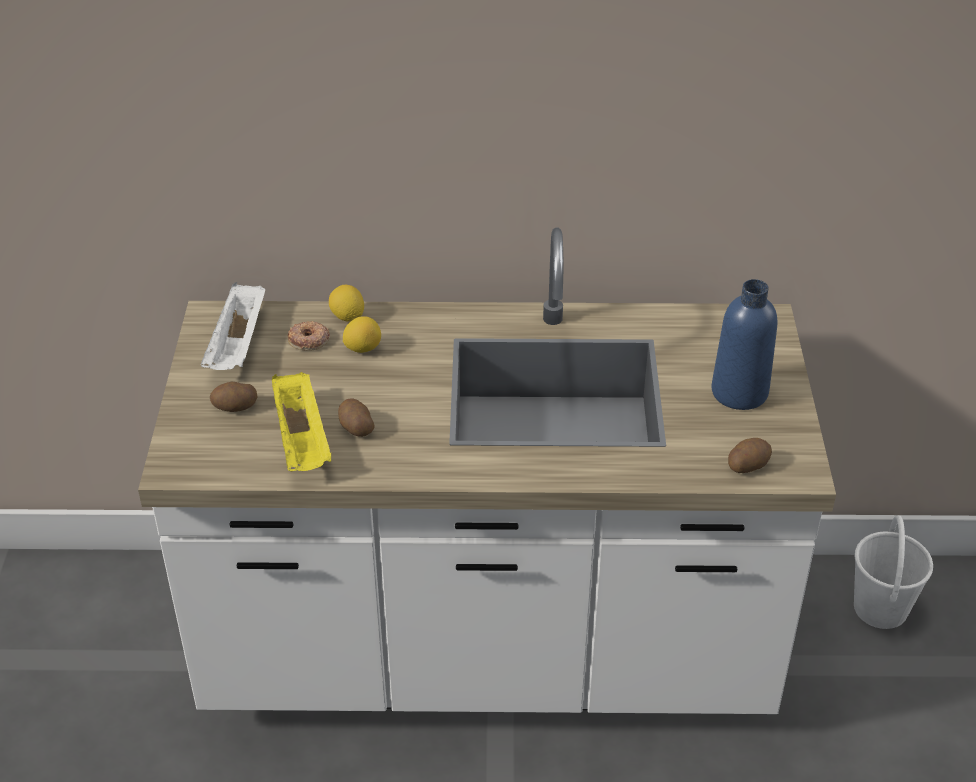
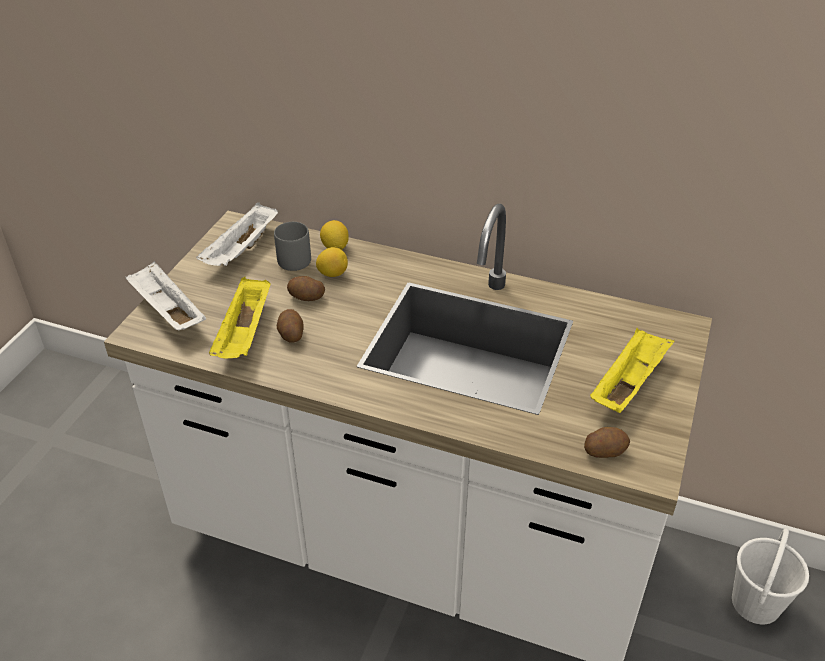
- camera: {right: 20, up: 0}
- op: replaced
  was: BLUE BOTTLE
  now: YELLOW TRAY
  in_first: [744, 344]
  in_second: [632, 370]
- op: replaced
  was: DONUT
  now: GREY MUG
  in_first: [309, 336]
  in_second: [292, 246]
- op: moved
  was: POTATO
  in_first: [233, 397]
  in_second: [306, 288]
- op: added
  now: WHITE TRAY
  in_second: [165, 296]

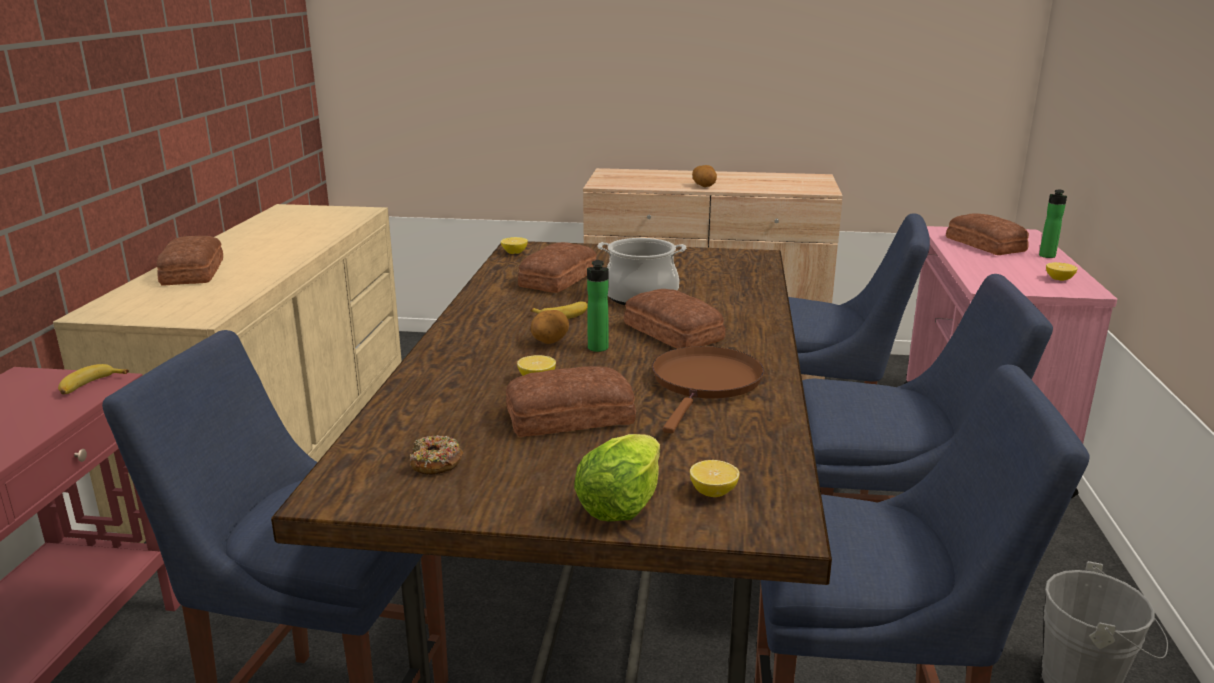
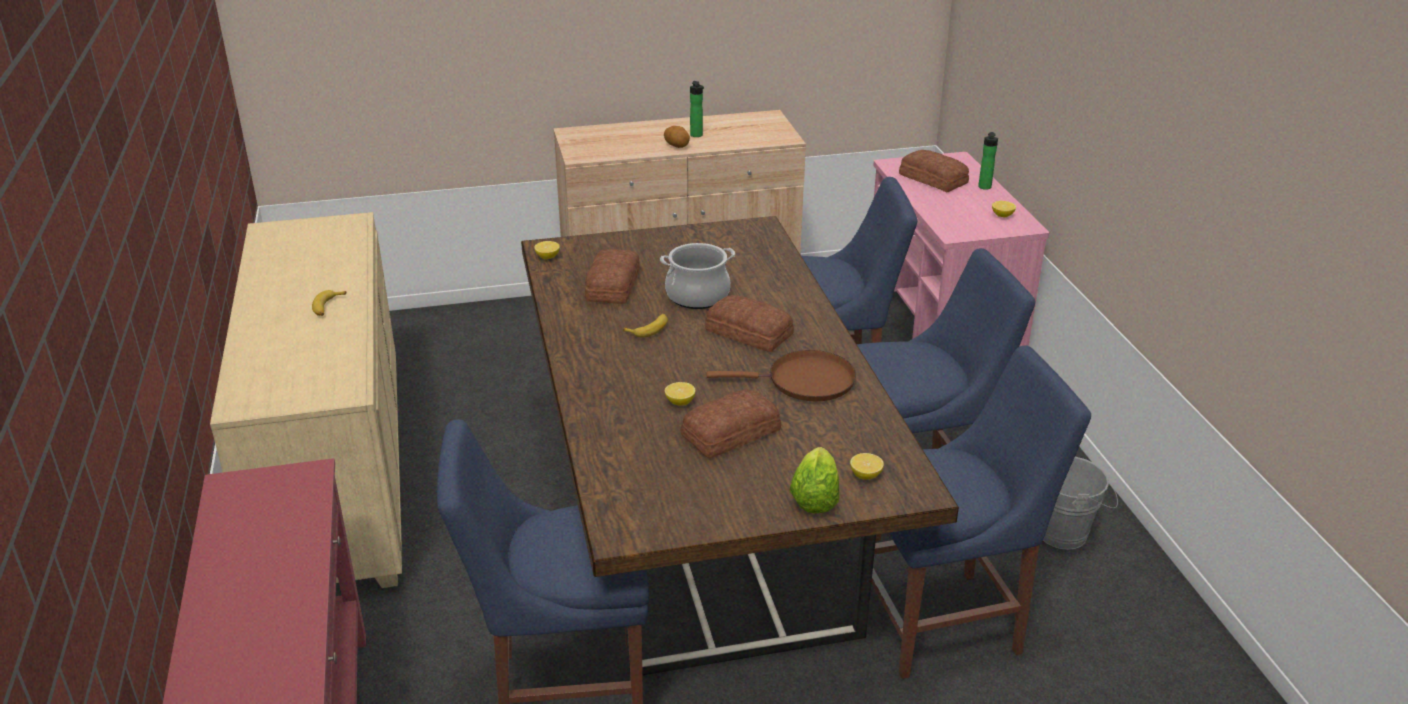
- camera: {right: -20, up: 10}
- op: removed
  was: BREAD
  in_first: [190, 260]
- op: moved
  was: BOTTLE
  in_first: [597, 306]
  in_second: [697, 109]
- op: removed
  was: POTATO
  in_first: [550, 327]
- op: turned
  was: BROWN FRYING PAN
  in_first: [708, 390]
  in_second: [781, 375]
  clockwise: 90
- op: moved
  was: BANANA
  in_first: [93, 379]
  in_second: [329, 303]
- op: removed
  was: DONUT
  in_first: [437, 455]

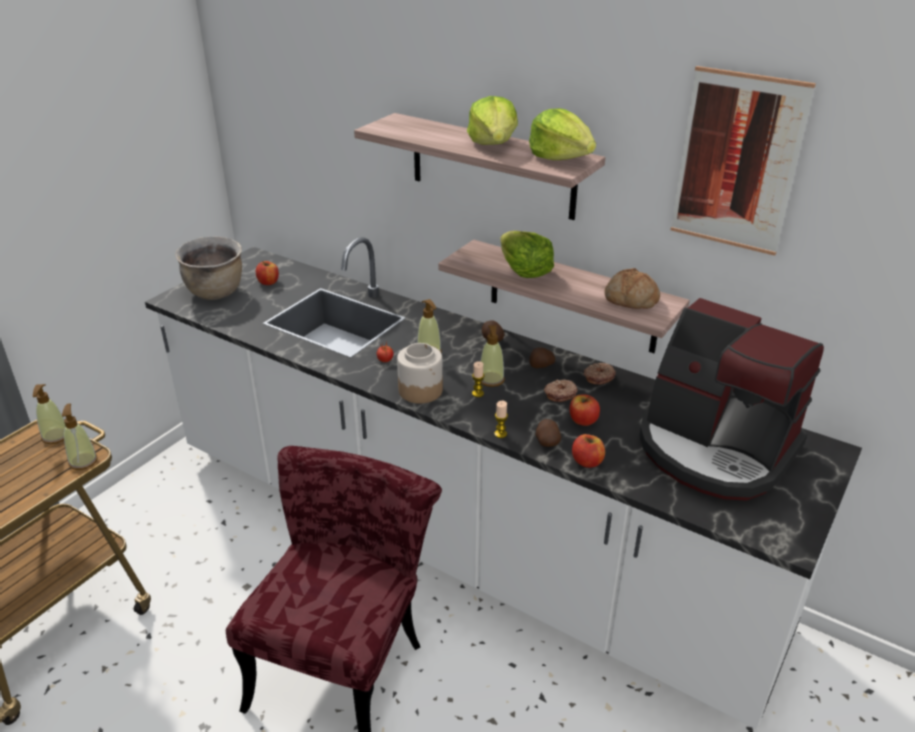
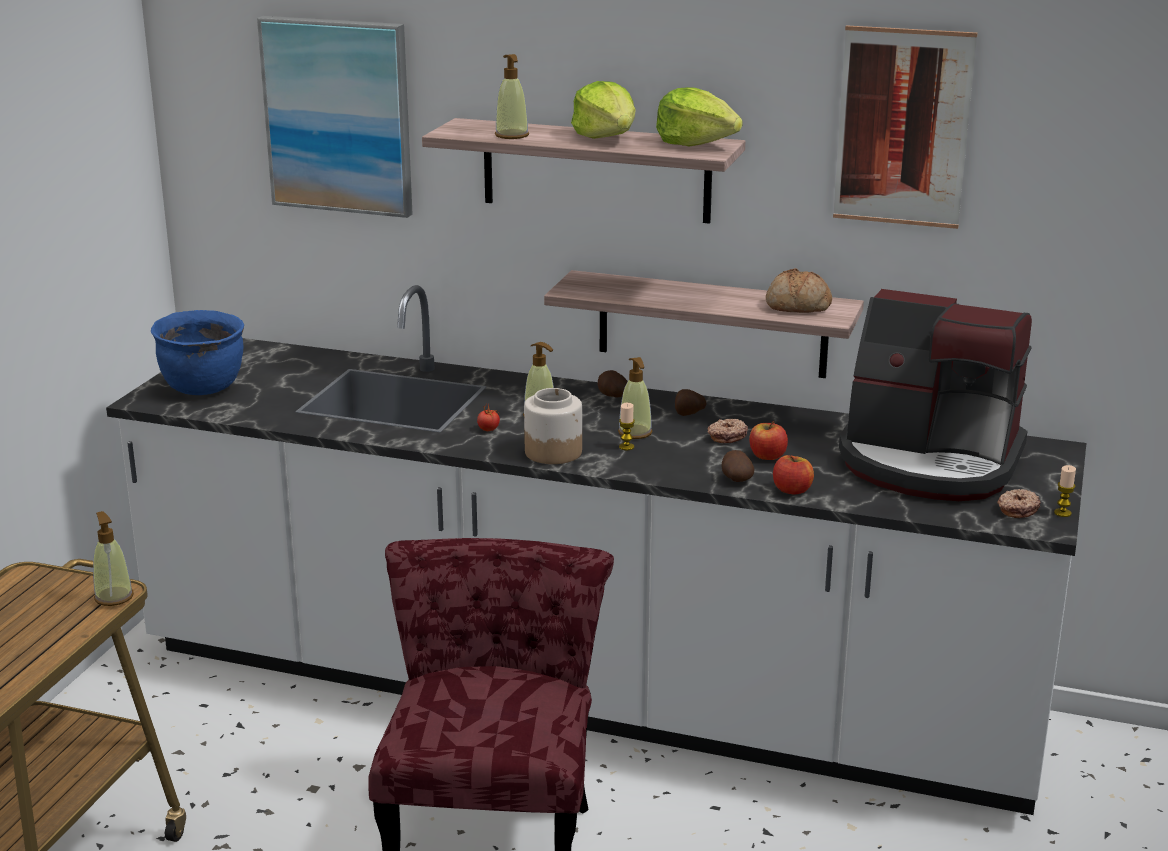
- camera: {right: -15, up: -10}
- op: removed
  was: LETTUCE
  in_first: [527, 254]
- op: recoloured
  was: BROWN COOKING POT
  now: BLUE COOKING POT
  in_first: [208, 268]
  in_second: [197, 352]
- op: removed
  was: APPLE
  in_first: [267, 273]
- op: moved
  was: DONUT
  in_first: [600, 374]
  in_second: [1019, 503]
- op: moved
  was: SOAP DISPENSER
  in_first: [49, 414]
  in_second: [512, 96]
- op: moved
  was: CANDLE
  in_first: [501, 419]
  in_second: [1065, 491]
- op: added
  now: PICTURE
  in_second: [335, 117]

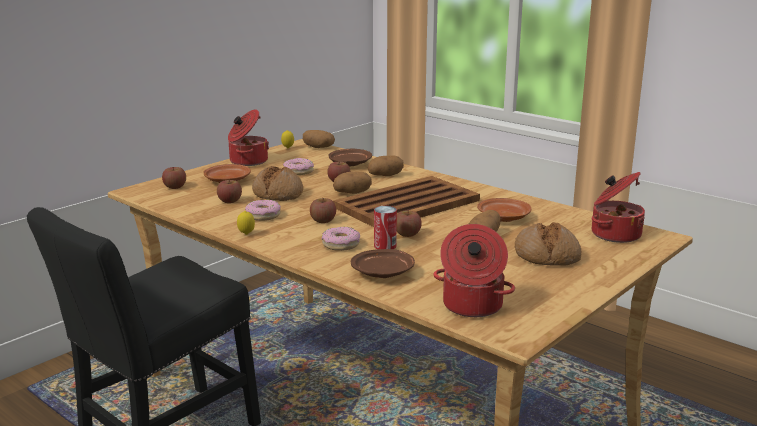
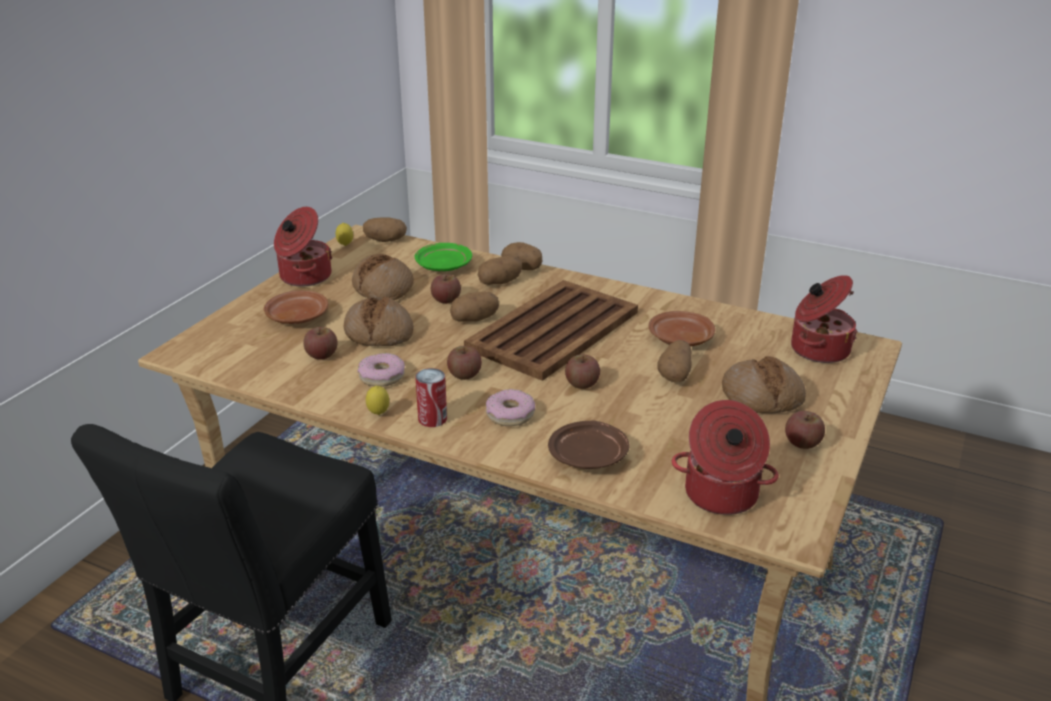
- camera: {right: -15, up: 10}
- op: recoloured
  was: BROWN PLATE
  now: GREEN PLATE
  in_first: [350, 157]
  in_second: [443, 257]
- op: replaced
  was: DONUT
  now: BREAD
  in_first: [298, 166]
  in_second: [383, 277]
- op: moved
  was: APPLE
  in_first: [174, 178]
  in_second: [805, 430]
- op: moved
  was: CAN
  in_first: [385, 227]
  in_second: [431, 397]
- op: added
  now: POTATO
  in_second: [522, 256]

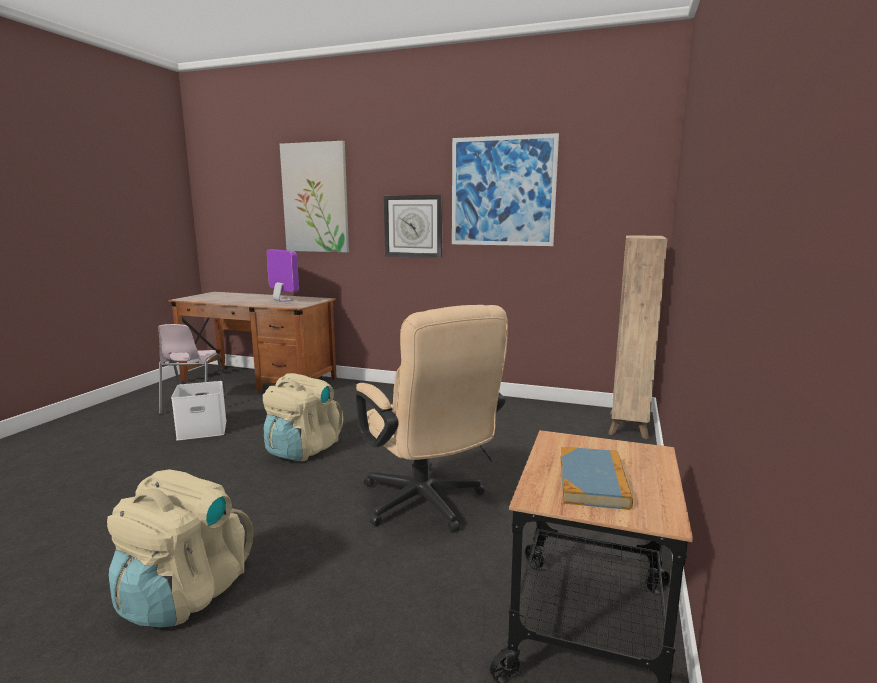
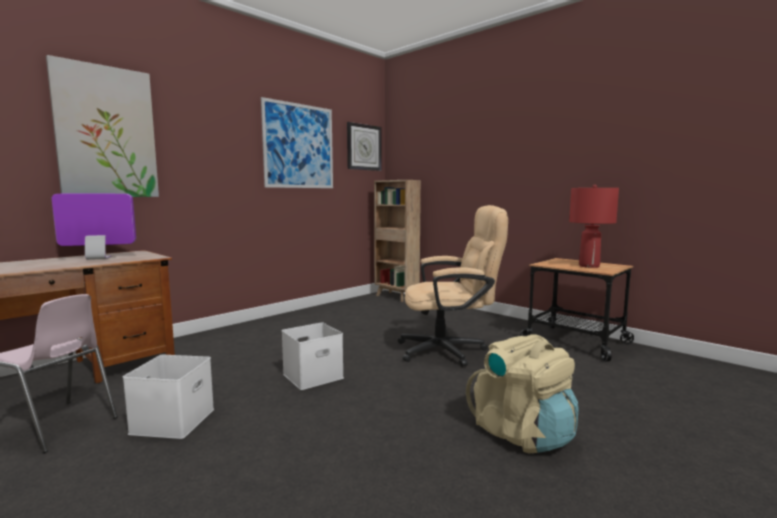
- camera: {right: -65, up: -5}
- op: moved
  was: WALL CLOCK
  in_first: [413, 226]
  in_second: [364, 146]
- op: replaced
  was: BEIGE BACKPACK
  now: WHITE STORAGE BOX
  in_first: [303, 417]
  in_second: [313, 356]
- op: replaced
  was: BOOK
  now: RED TABLE LAMP
  in_first: [597, 478]
  in_second: [594, 226]

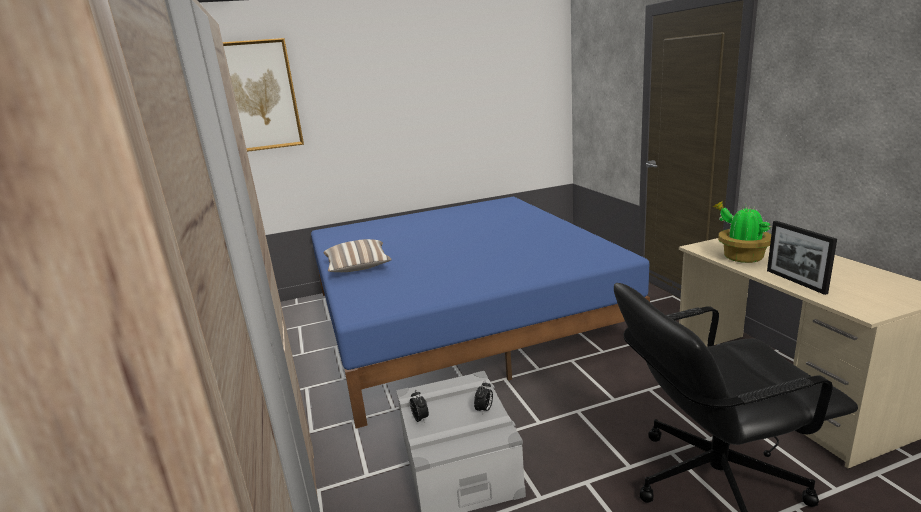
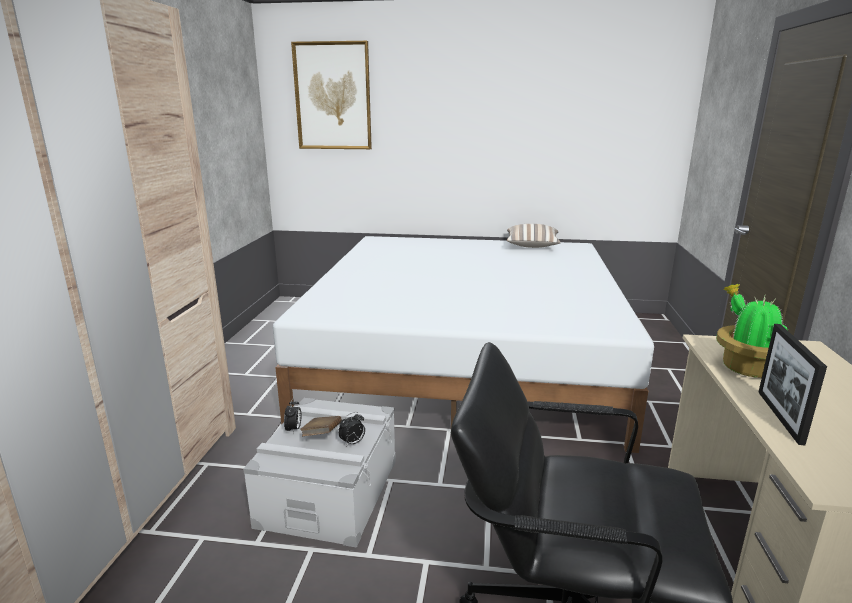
- camera: {right: 25, up: 0}
- op: recoloured
  was: BLUE BED
  now: WHITE BED
  in_first: [480, 312]
  in_second: [463, 344]
- op: moved
  was: PILLOW
  in_first: [358, 255]
  in_second: [534, 236]
- op: added
  now: BROWN BOOK
  in_second: [321, 426]

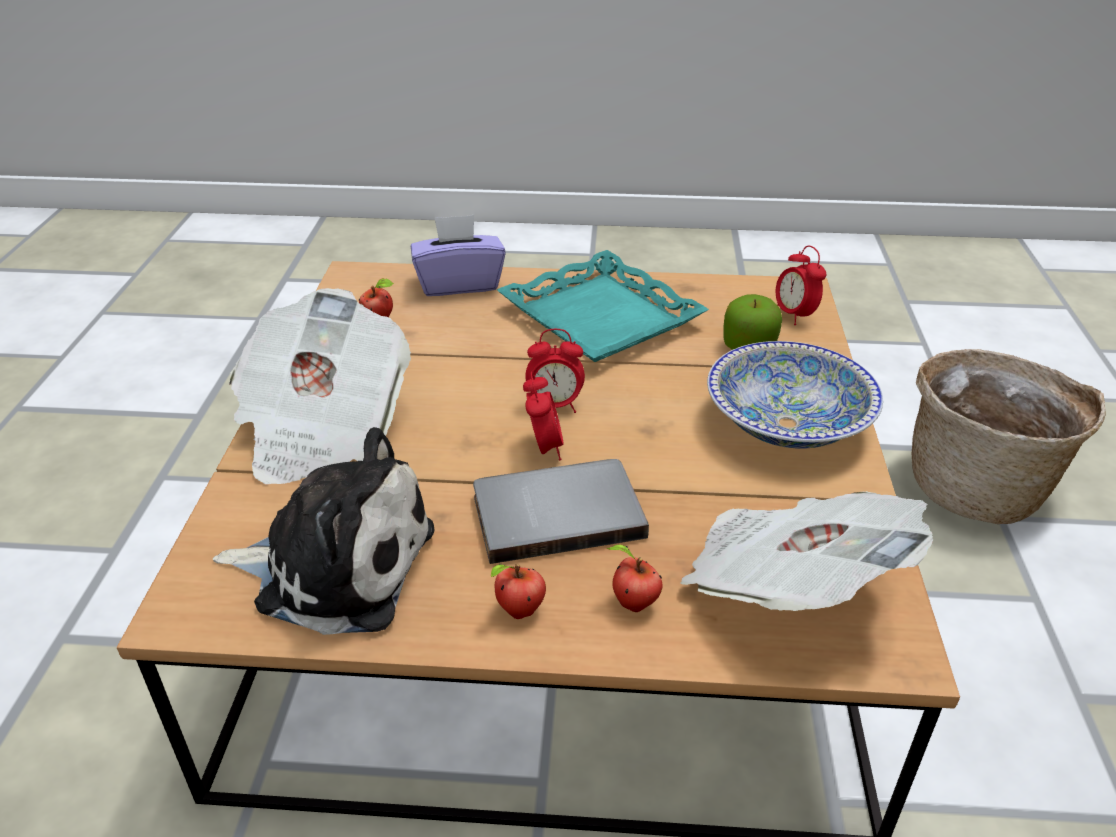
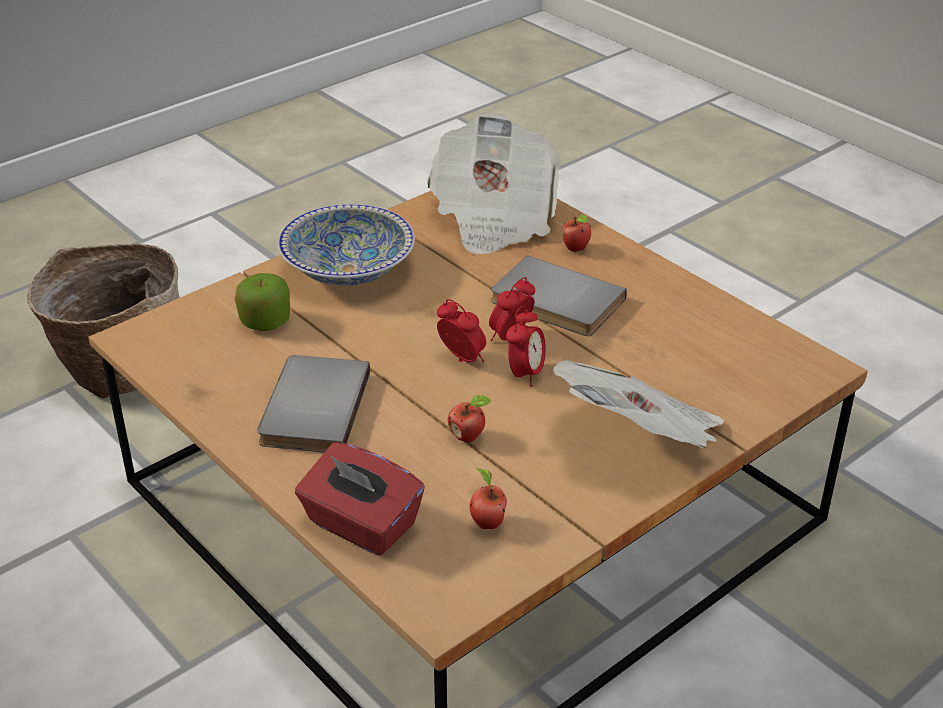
- camera: {right: -135, up: 0}
- op: recoloured
  was: PURPLE TISSUE BOX
  now: RED TISSUE BOX
  in_first: [458, 255]
  in_second: [360, 499]
- op: moved
  was: ALARM CLOCK
  in_first: [801, 285]
  in_second: [526, 346]
- op: replaced
  was: TURQUOISE TRAY
  now: GREY BOOK
  in_first: [603, 306]
  in_second: [313, 403]
- op: removed
  was: PLUSH TOY
  in_first: [323, 531]
- op: moved
  was: APPLE
  in_first: [518, 591]
  in_second: [469, 419]

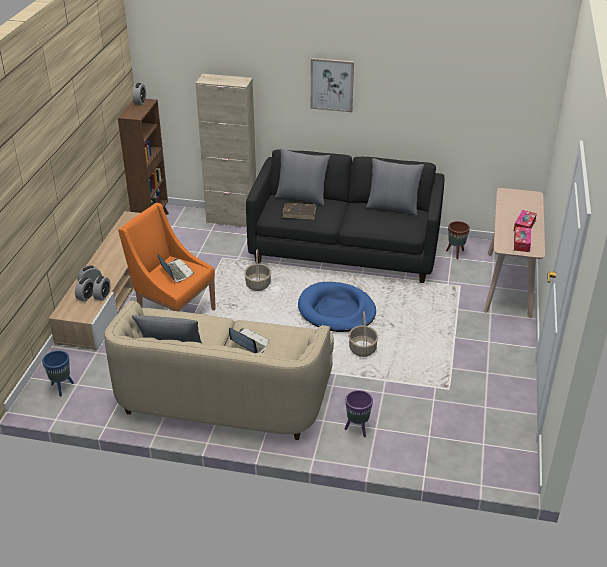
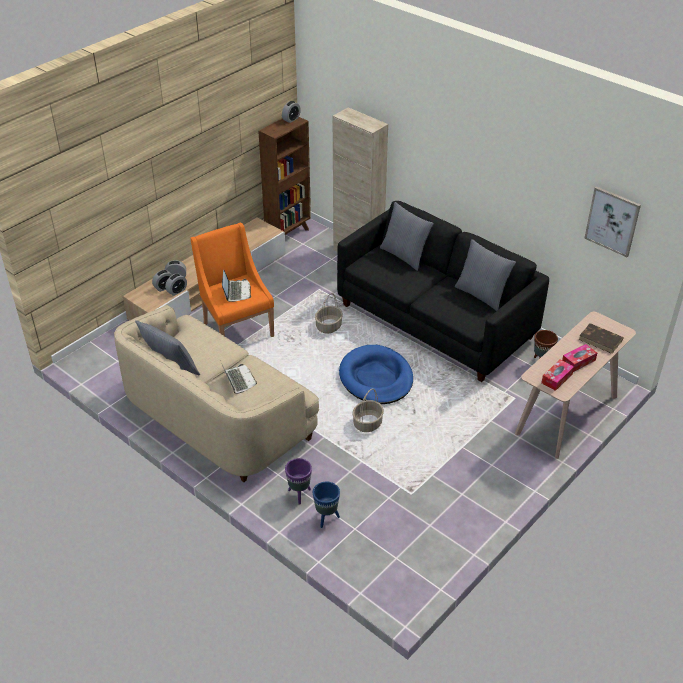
- camera: {right: 30, up: 5}
- op: moved
  was: PICTURE
  in_first: [332, 85]
  in_second: [612, 222]
- op: moved
  was: BROWN BOOK
  in_first: [299, 211]
  in_second: [601, 338]
- op: moved
  was: BLUE PLANTER
  in_first: [58, 373]
  in_second: [326, 505]

